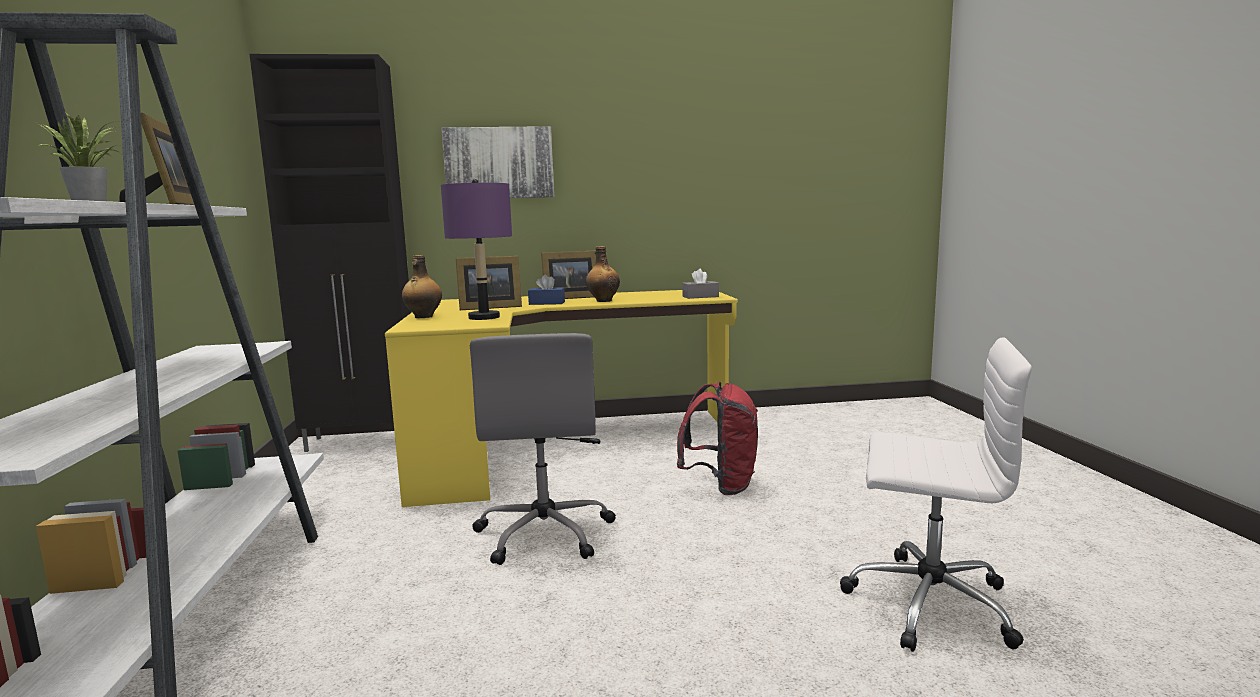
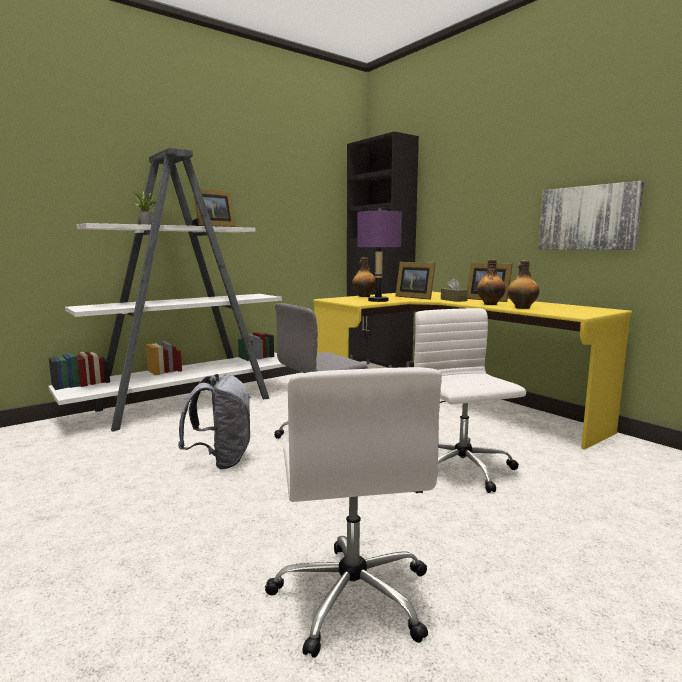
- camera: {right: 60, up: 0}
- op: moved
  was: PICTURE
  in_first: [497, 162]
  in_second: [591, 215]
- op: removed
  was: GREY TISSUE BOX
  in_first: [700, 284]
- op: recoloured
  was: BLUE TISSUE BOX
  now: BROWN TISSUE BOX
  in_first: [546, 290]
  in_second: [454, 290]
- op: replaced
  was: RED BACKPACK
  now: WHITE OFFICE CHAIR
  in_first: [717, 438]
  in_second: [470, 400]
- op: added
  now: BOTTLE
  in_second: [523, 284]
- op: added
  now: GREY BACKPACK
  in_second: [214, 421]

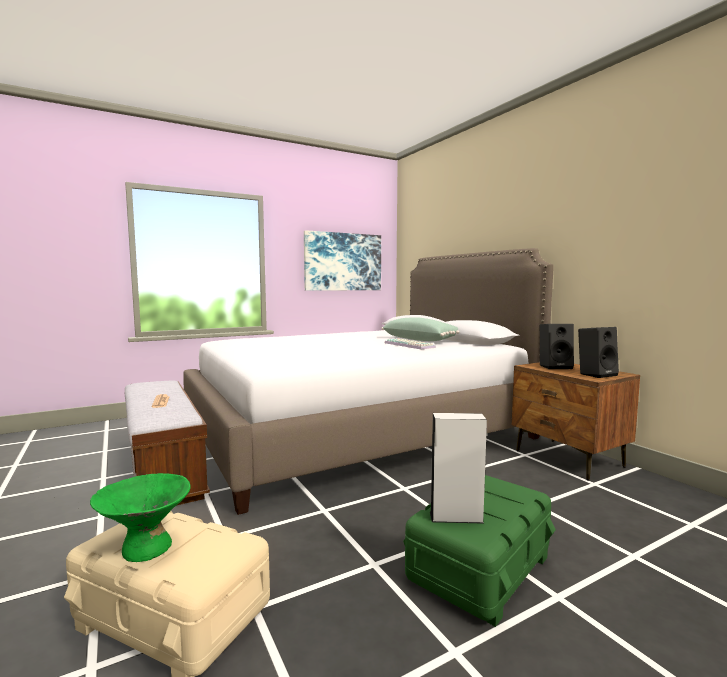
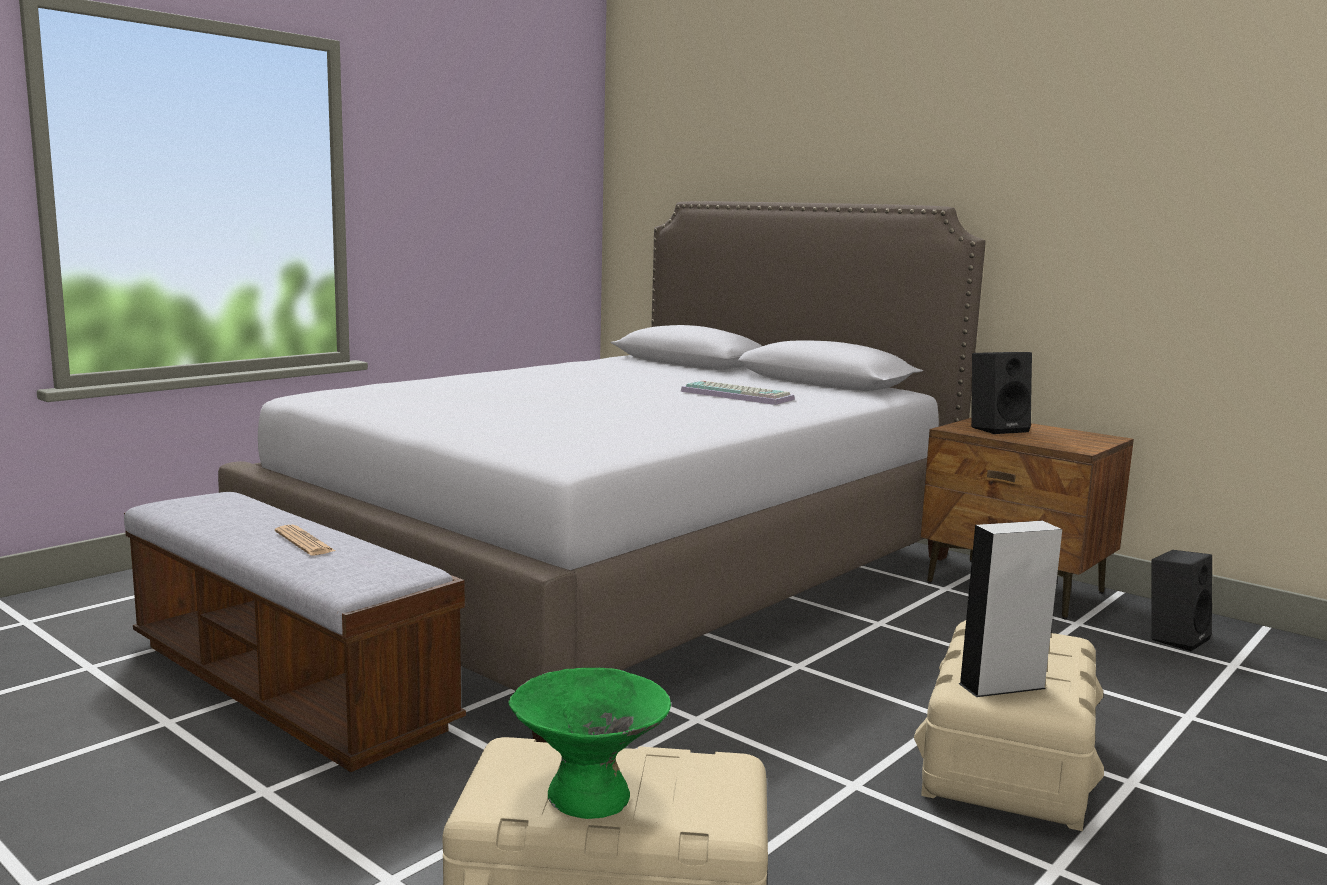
- camera: {right: -20, up: 5}
- op: removed
  was: PICTURE
  in_first: [342, 260]
- op: removed
  was: GREEN PILLOW
  in_first: [420, 329]
- op: moved
  was: BLACK SPEAKER
  in_first: [598, 352]
  in_second: [1182, 600]
- op: recoloured
  was: GREEN STORAGE BOX
  now: BEIGE STORAGE BOX
  in_first: [479, 551]
  in_second: [1009, 725]

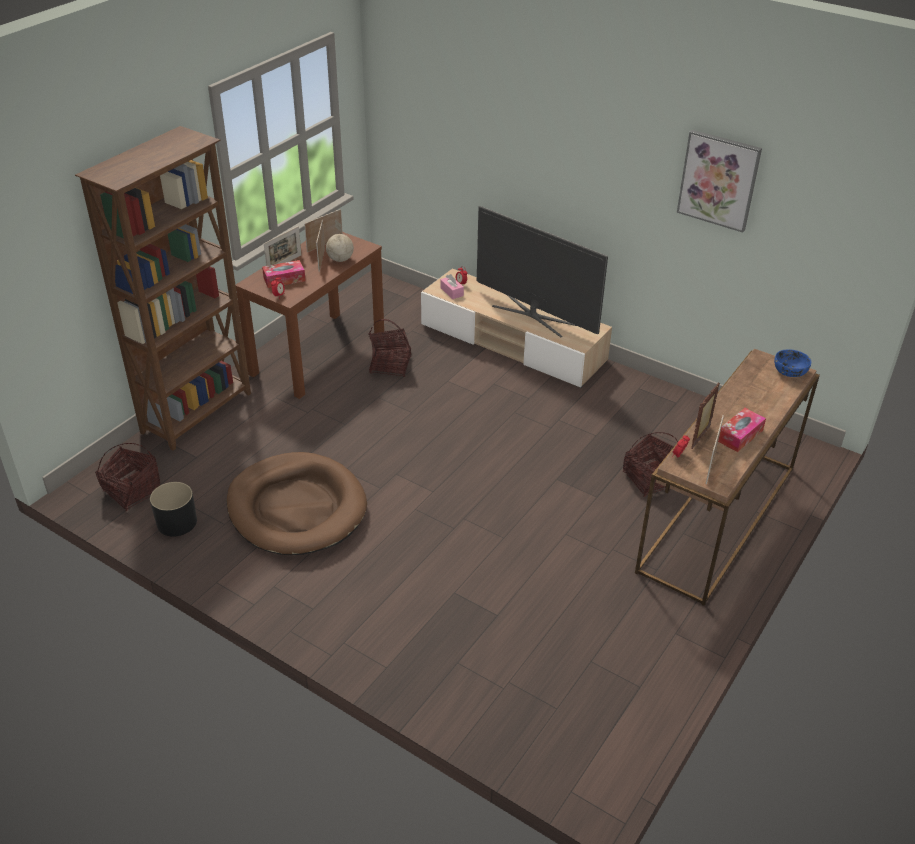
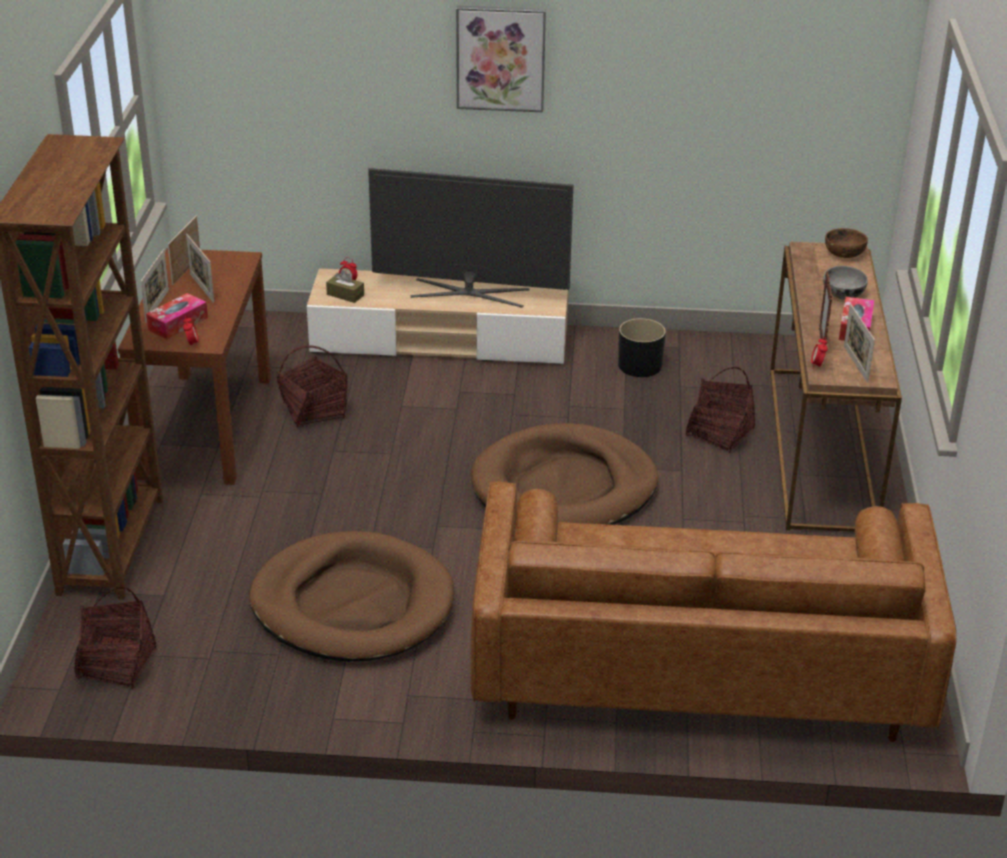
- camera: {right: -30, up: -5}
- op: moved
  was: PICTURE
  in_first: [719, 181]
  in_second: [501, 59]
- op: removed
  was: GLOBE
  in_first: [340, 241]
- op: recoloured
  was: PINK TISSUE BOX
  now: BROWN TISSUE BOX
  in_first: [452, 286]
  in_second: [345, 286]
- op: recoloured
  was: BLUE BOWL
  now: BROWN BOWL
  in_first: [792, 363]
  in_second: [846, 243]
- op: moved
  was: BLACK PLANTER
  in_first: [173, 509]
  in_second: [642, 347]
- op: added
  now: GREY BOWL
  in_second: [845, 282]
- op: added
  now: BROWN DOG BED
  in_second: [564, 474]
- op: added
  now: BROWN SOFA
  in_second: [713, 612]

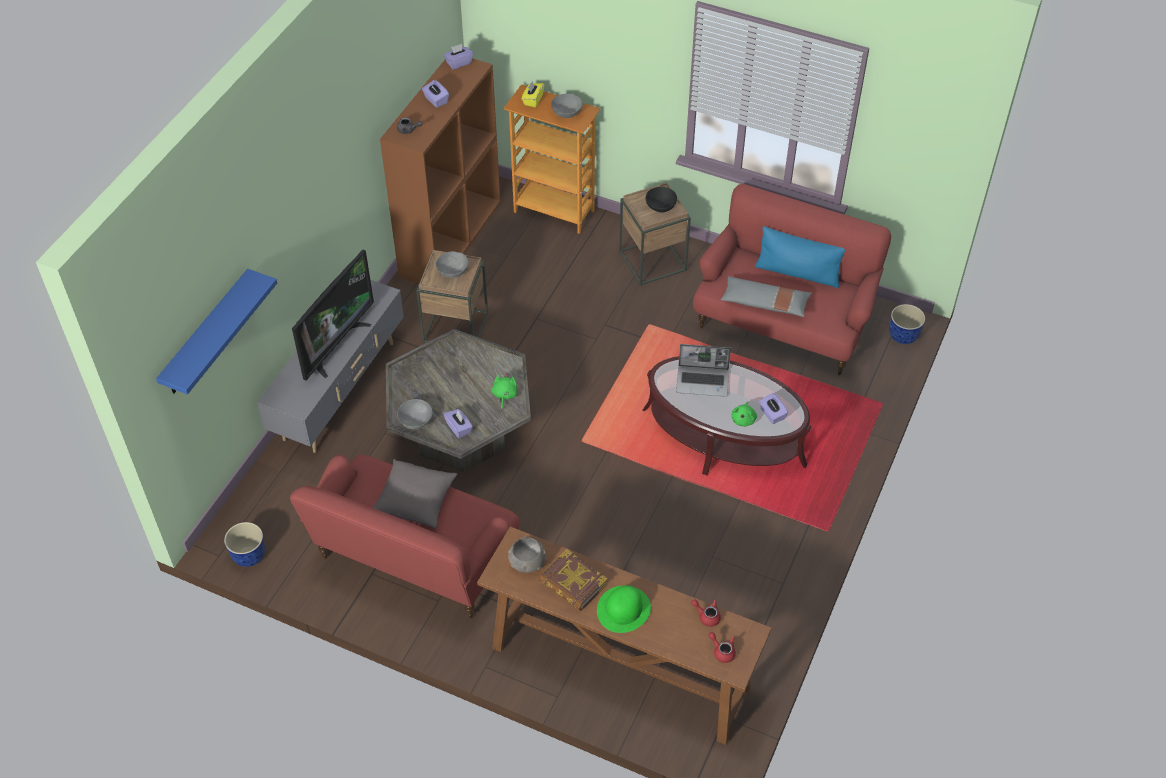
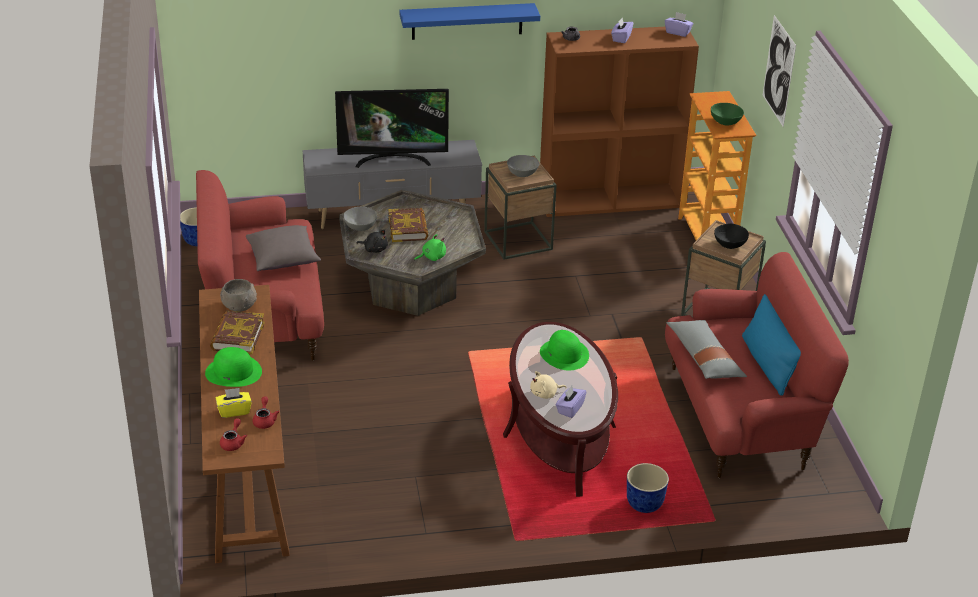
- camera: {right: 55, up: -15}
- op: moved
  was: YELLOW TISSUE BOX
  in_first: [533, 94]
  in_second: [234, 403]
- op: recoloured
  was: GREY BOWL
  now: GREEN BOWL
  in_first: [567, 106]
  in_second: [727, 114]
- op: moved
  was: BLUE SHELF
  in_first: [216, 332]
  in_second: [469, 21]
- op: moved
  was: PLANTER
  in_first: [907, 324]
  in_second: [648, 488]
- op: replaced
  was: LAPTOP
  now: GREEN HAT
  in_first: [703, 370]
  in_second: [564, 350]
- op: recoloured
  was: GREEN PLUSH TOY
  now: BEIGE PLUSH TOY
  in_first: [744, 414]
  in_second: [548, 385]
- op: replaced
  was: PURPLE TISSUE BOX
  now: BLACK PLUSH TOY
  in_first: [458, 423]
  in_second: [372, 241]
- op: added
  now: PICTURE
  in_second: [779, 71]
- op: added
  now: BOOK
  in_second: [408, 225]

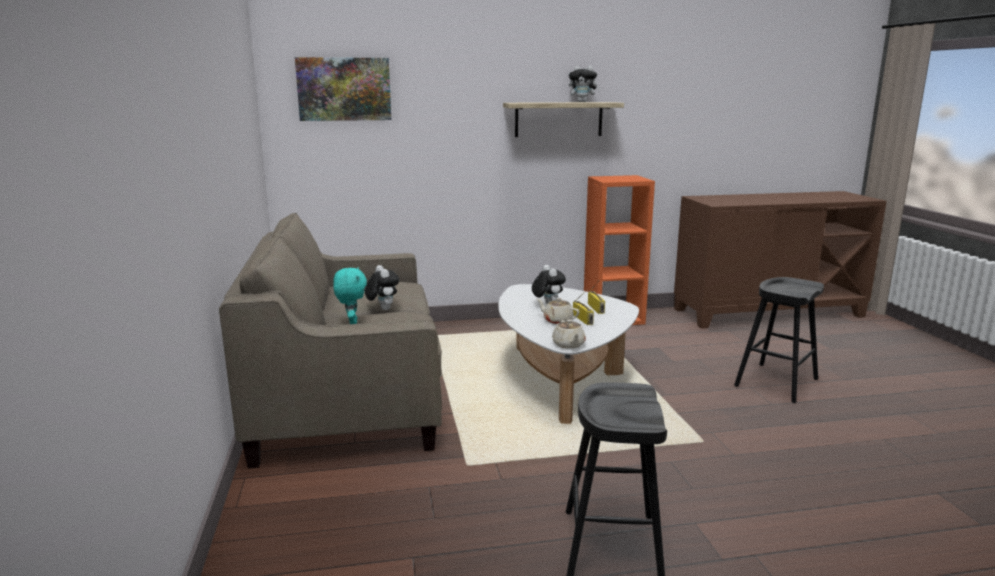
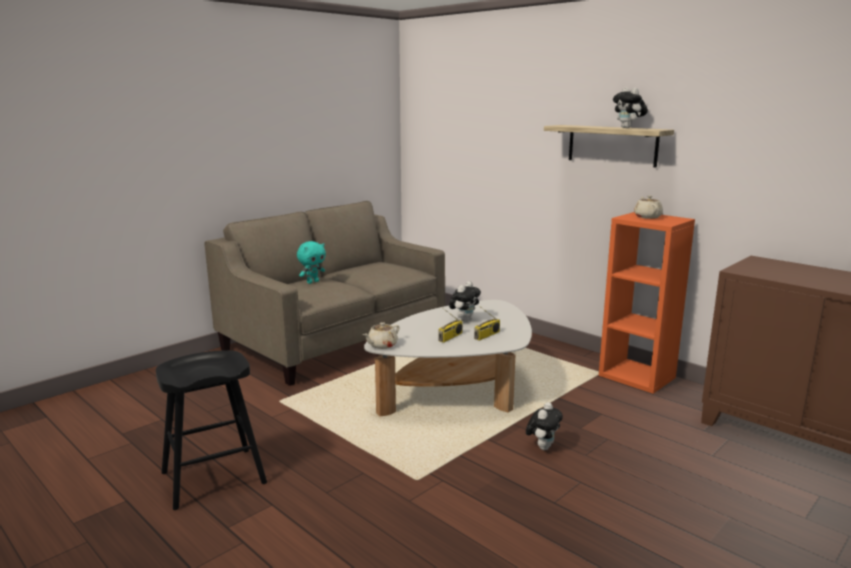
- camera: {right: 55, up: 0}
- op: removed
  was: PICTURE
  in_first: [343, 89]
- op: moved
  was: PLUSH TOY
  in_first: [382, 287]
  in_second: [544, 426]
- op: removed
  was: BLACK STOOL
  in_first: [779, 340]
- op: moved
  was: BEIGE TEAPOT
  in_first: [558, 311]
  in_second: [648, 207]

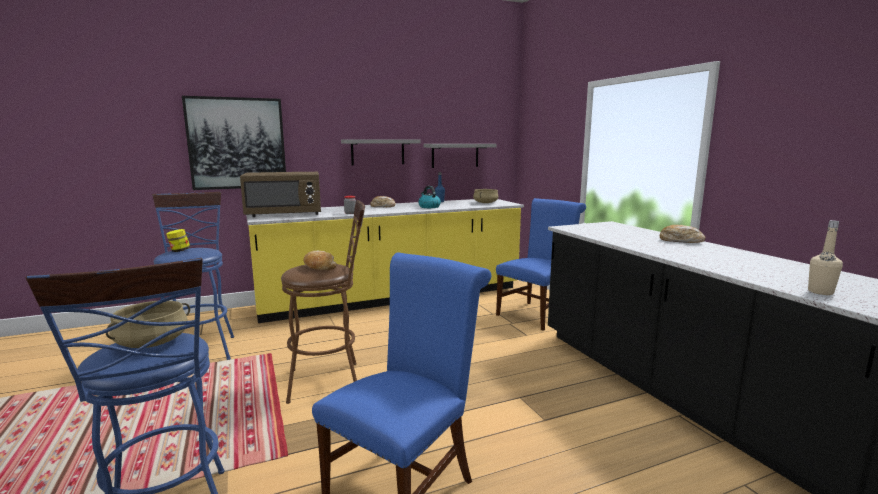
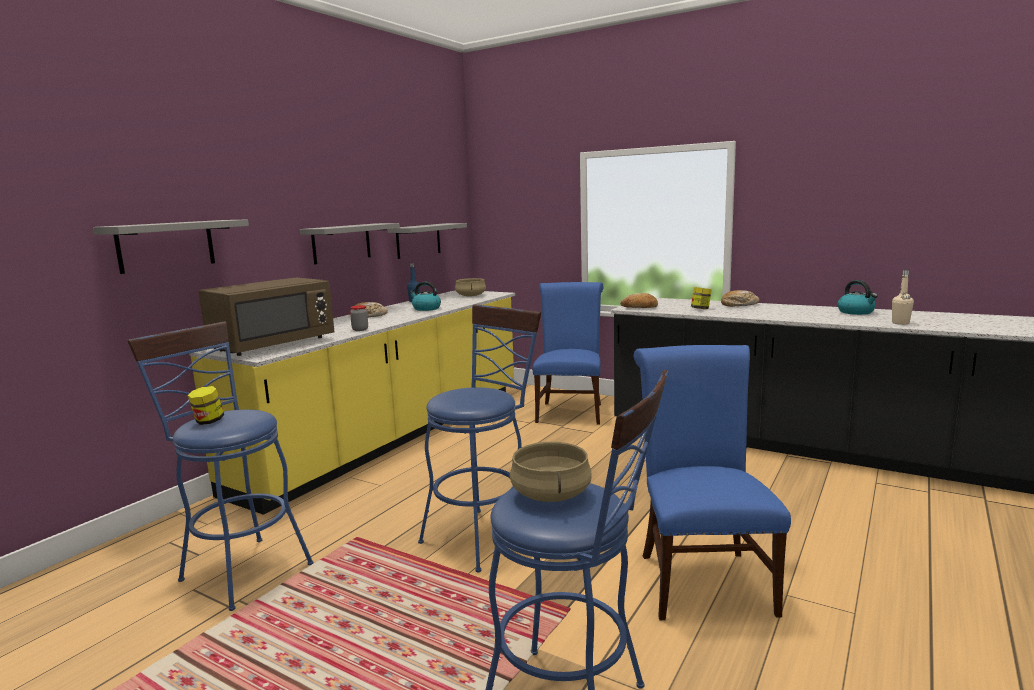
- camera: {right: -35, up: 0}
- op: replaced
  was: PICTURE
  now: GREY SHELF
  in_first: [234, 143]
  in_second: [171, 246]
- op: recoloured
  was: BROWN STOOL
  now: BLUE STOOL
  in_first: [323, 302]
  in_second: [479, 438]
- op: moved
  was: BREAD
  in_first: [320, 260]
  in_second: [639, 300]
- op: added
  now: KETTLE
  in_second: [858, 297]
- op: added
  now: JAR
  in_second: [701, 298]

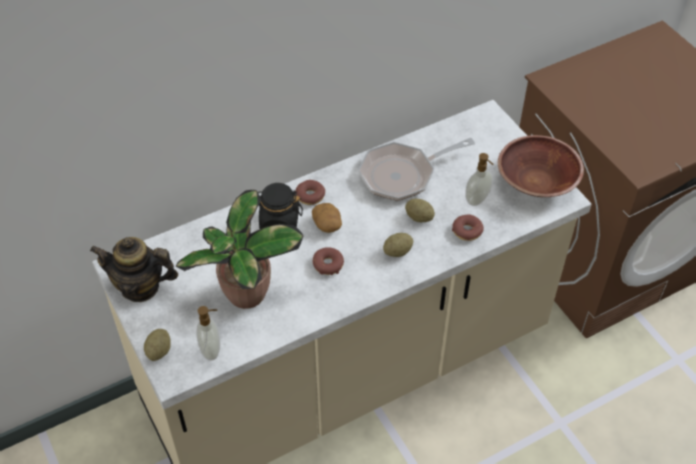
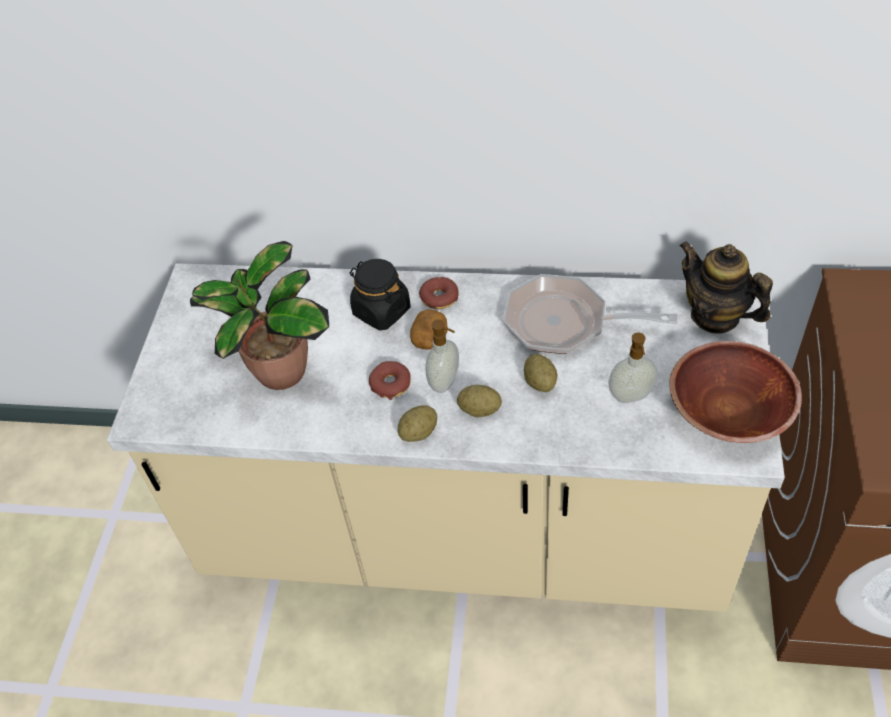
- camera: {right: 40, up: 0}
- op: removed
  was: DONUT
  in_first: [468, 227]
- op: moved
  was: TEAPOT
  in_first: [134, 269]
  in_second: [726, 287]
- op: moved
  was: SOAP DISPENSER
  in_first: [208, 333]
  in_second: [442, 356]
- op: moved
  was: POTATO
  in_first: [157, 345]
  in_second: [417, 423]

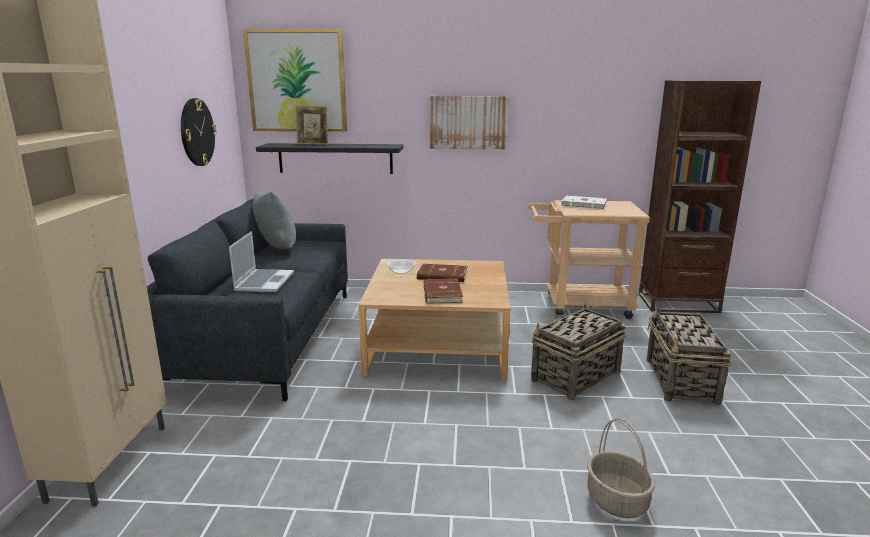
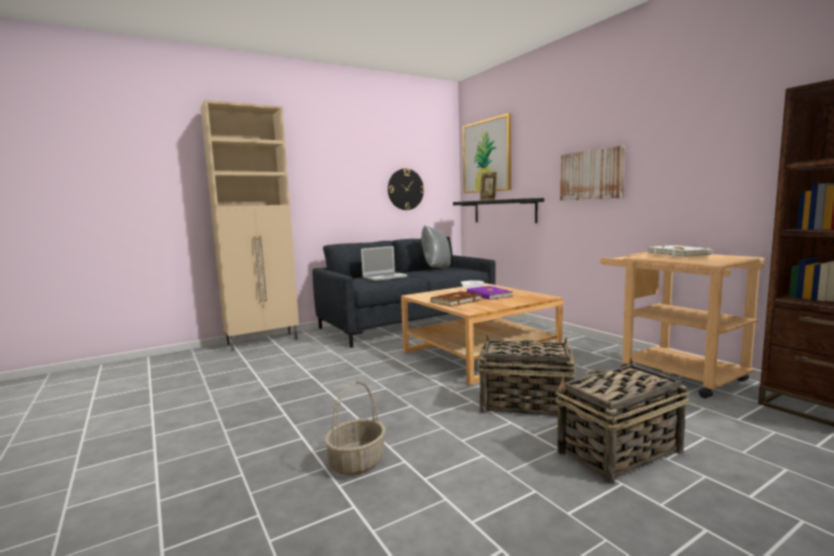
- camera: {right: 55, up: -10}
- op: recoloured
  was: BROWN BOOK
  now: PURPLE BOOK
  in_first: [442, 273]
  in_second: [490, 293]

